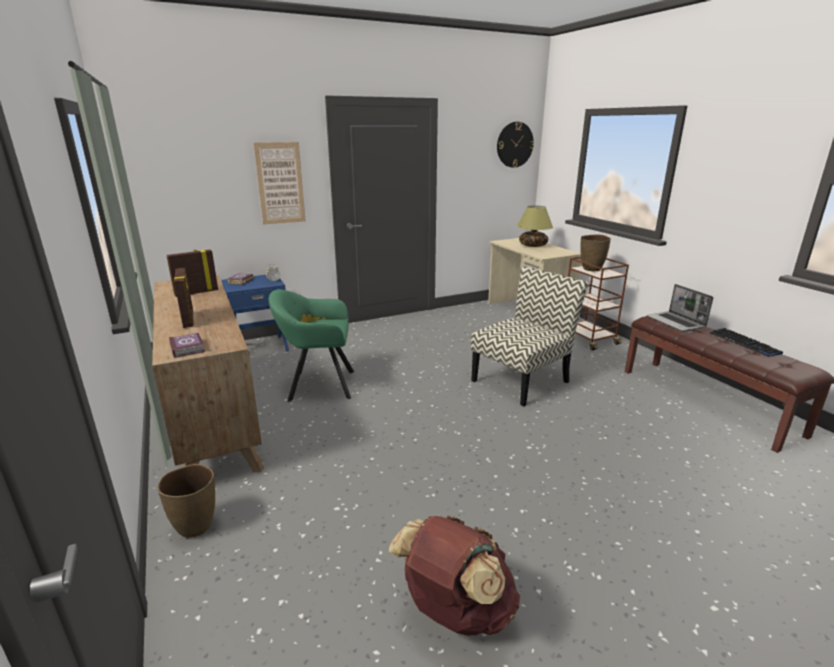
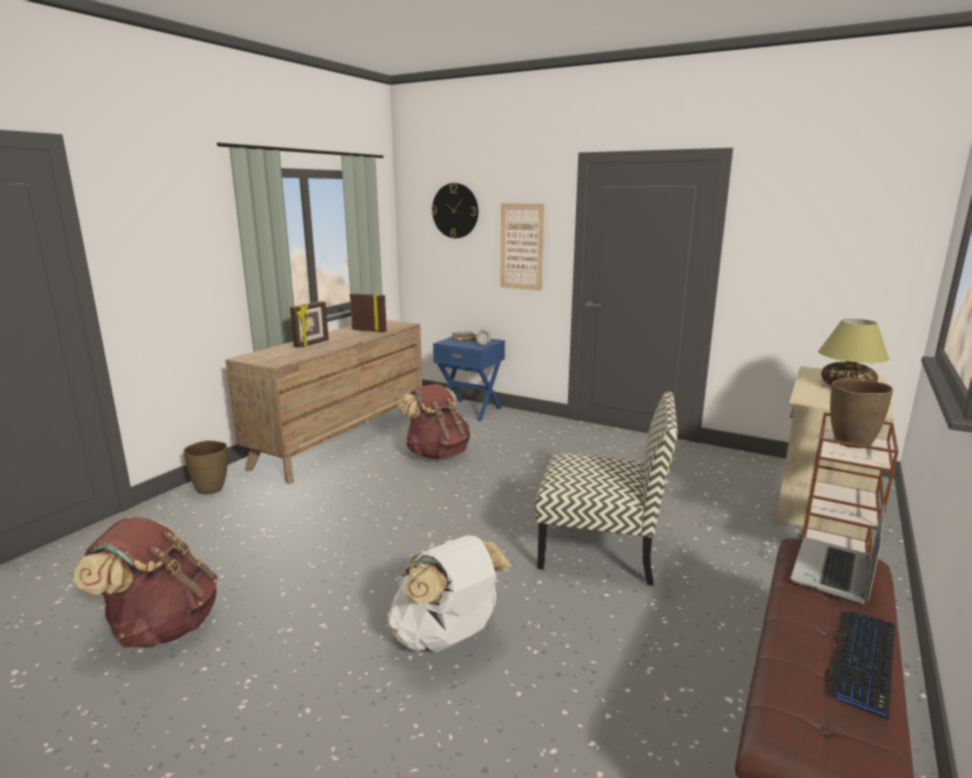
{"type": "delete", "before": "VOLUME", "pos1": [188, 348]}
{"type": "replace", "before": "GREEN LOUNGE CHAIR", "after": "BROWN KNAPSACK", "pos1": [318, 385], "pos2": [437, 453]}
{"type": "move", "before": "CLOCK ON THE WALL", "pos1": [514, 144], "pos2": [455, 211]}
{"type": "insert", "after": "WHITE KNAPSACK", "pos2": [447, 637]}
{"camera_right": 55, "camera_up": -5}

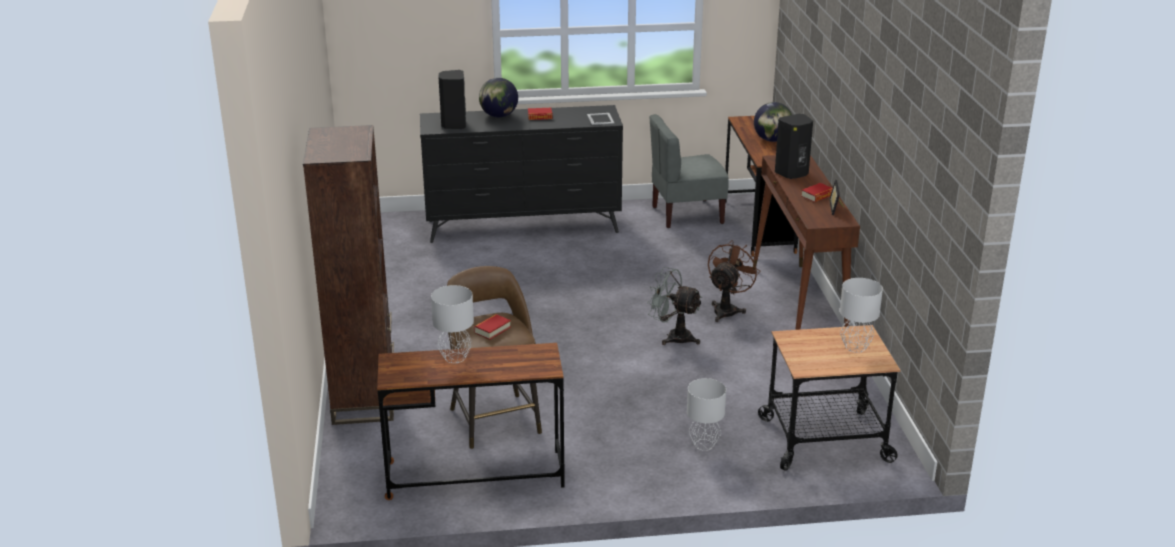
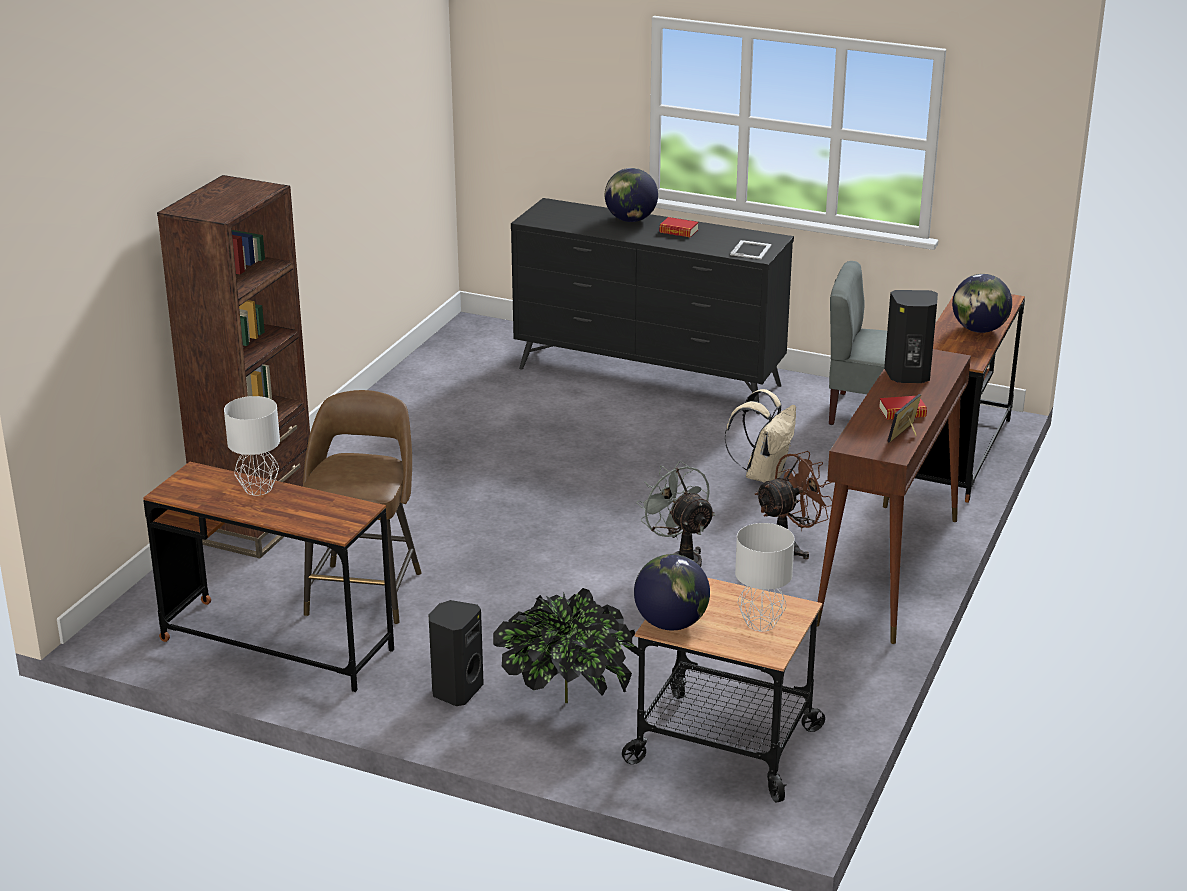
{"type": "move", "before": "BLACK-COLOURED SPEAKER", "pos1": [453, 125], "pos2": [456, 691]}
{"type": "delete", "before": "VOLUME", "pos1": [492, 330]}
{"type": "replace", "before": "GREYISH TABLETOP LAMP", "after": "PLANT IN A POT", "pos1": [704, 445], "pos2": [568, 700]}
{"type": "insert", "after": "DESK GLOBE", "pos2": [671, 623]}
{"type": "insert", "after": "SAND-COLOURED KNAPSACK", "pos2": [763, 475]}
{"camera_right": 30, "camera_up": 0}

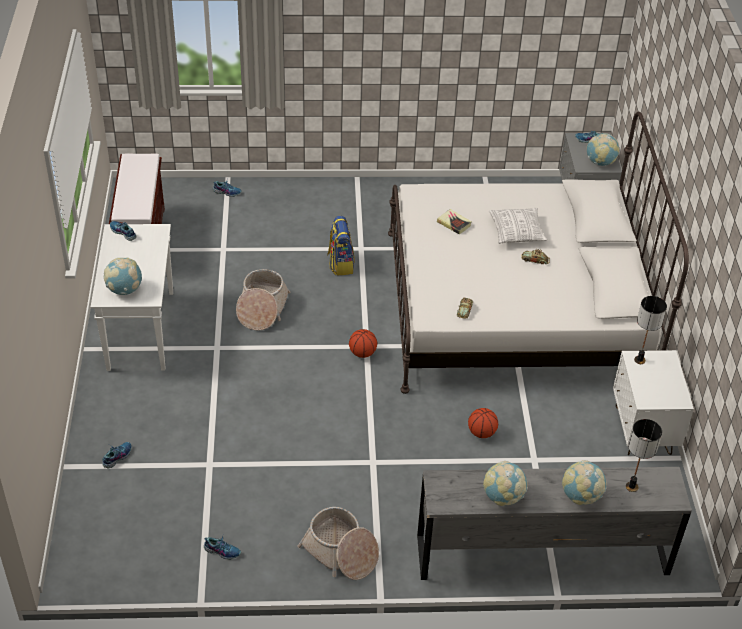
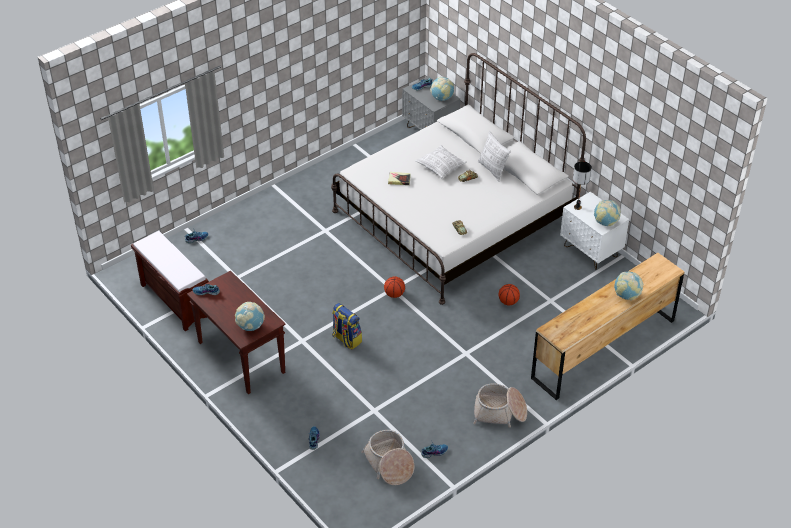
{"type": "recolor", "before": "WHITE NARROW TABLE", "after": "BROWN NARROW TABLE", "pos1": [140, 330], "pos2": [240, 357]}
{"type": "move", "before": "STORAGE BASKET", "pos1": [261, 309], "pos2": [389, 464]}
{"type": "move", "before": "KNAPSACK", "pos1": [340, 264], "pos2": [346, 339]}
{"type": "recolor", "before": "GREYISH DRAWER CHEST", "after": "BROWN DRAWER CHEST", "pos1": [542, 554], "pos2": [603, 349]}
{"type": "move", "before": "DESK GLOBE", "pos1": [503, 497], "pos2": [605, 222]}
{"type": "delete", "before": "TABLETOP LAMP", "pos1": [631, 486]}
{"type": "insert", "after": "CUSHION", "pos2": [492, 170]}
{"camera_right": -35, "camera_up": 0}

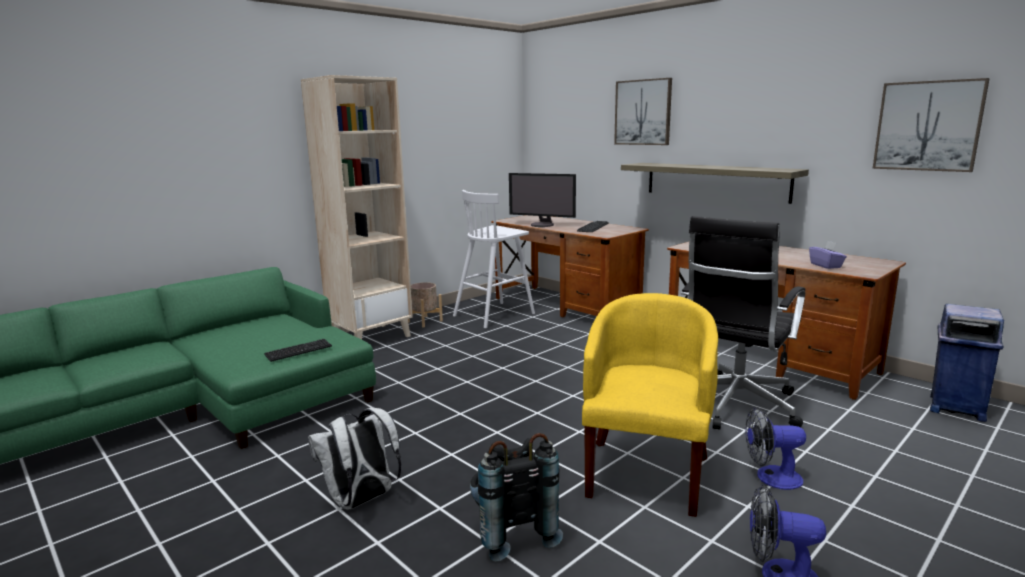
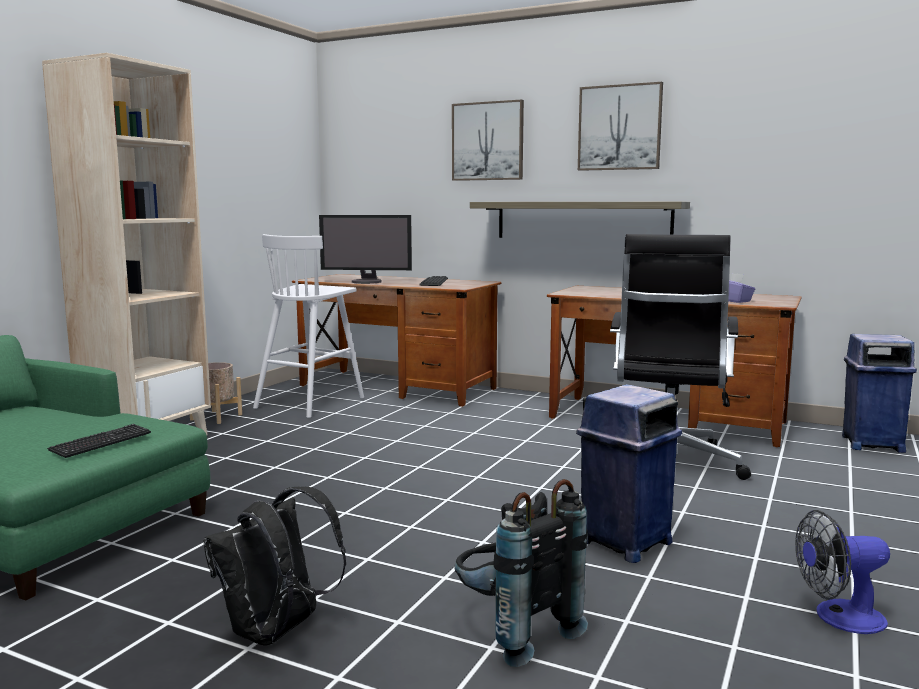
{"type": "recolor", "before": "WHITE KNAPSACK", "after": "BLACK-COLOURED KNAPSACK", "pos1": [361, 501], "pos2": [276, 633]}
{"type": "replace", "before": "YELLOWISH LOUNGE CHAIR", "after": "BLUISH WASTE BIN", "pos1": [646, 472], "pos2": [624, 542]}
{"type": "delete", "before": "FAN", "pos1": [771, 477]}
{"type": "move", "before": "WALL ART", "pos1": [928, 126], "pos2": [619, 127]}
{"camera_right": -20, "camera_up": -5}

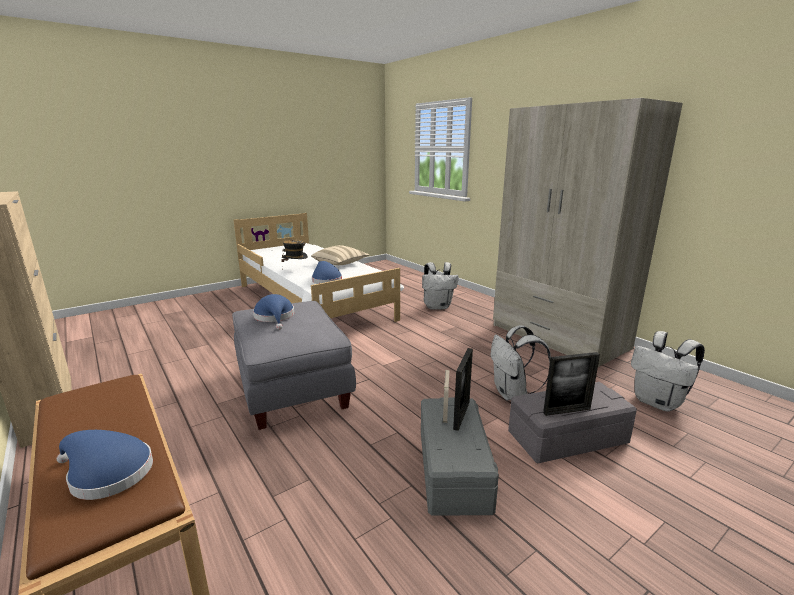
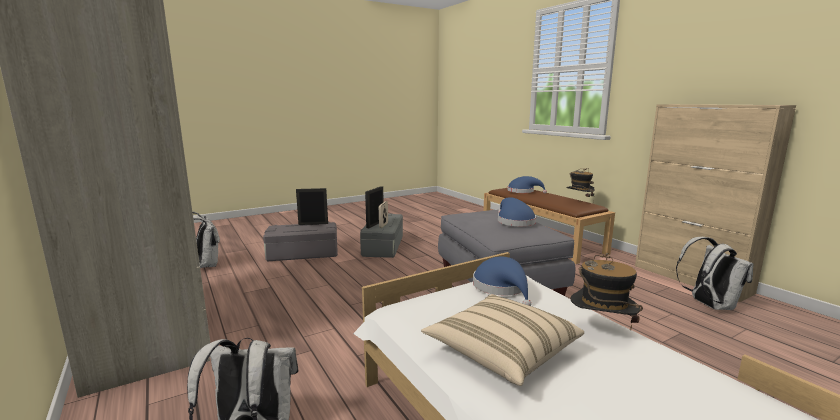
{"type": "move", "before": "WHITE KNAPSACK", "pos1": [512, 394], "pos2": [708, 305]}
{"type": "insert", "after": "CLOTHING HAT", "pos2": [579, 202]}
{"camera_right": -175, "camera_up": -5}

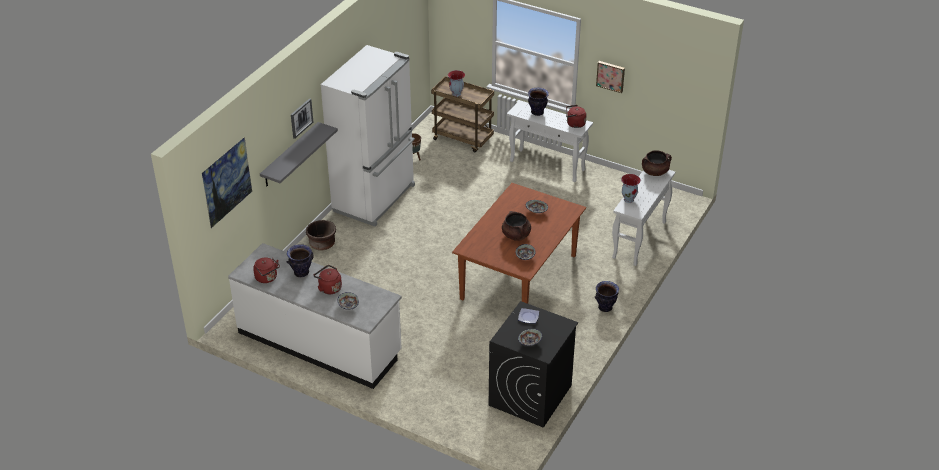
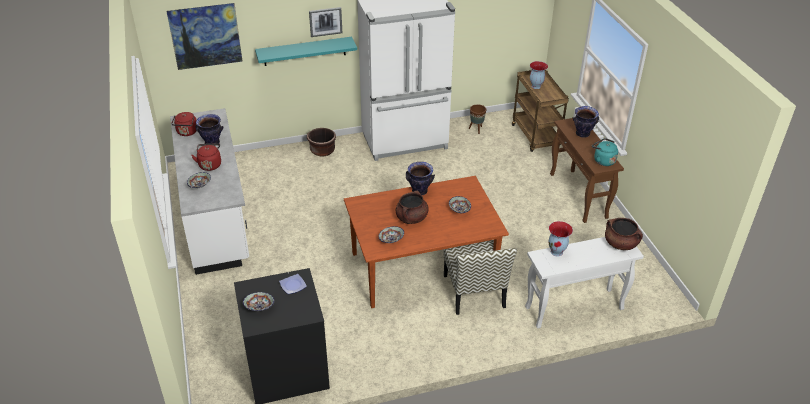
{"type": "recolor", "before": "GREYISH SHELF", "after": "BLUE-GREEN SHELF", "pos1": [290, 155], "pos2": [304, 51]}
{"type": "recolor", "before": "WHITE NARROW TABLE", "after": "BROWN NARROW TABLE", "pos1": [548, 165], "pos2": [578, 196]}
{"type": "recolor", "before": "REDDISH TEA KETTLE", "after": "BLUE-GREEN TEA KETTLE", "pos1": [574, 124], "pos2": [603, 160]}
{"type": "move", "before": "VASE", "pos1": [605, 308], "pos2": [419, 191]}
{"type": "delete", "before": "WALL ART", "pos1": [611, 76]}
{"type": "insert", "after": "CHAIR", "pos2": [474, 292]}
{"camera_right": 45, "camera_up": 0}

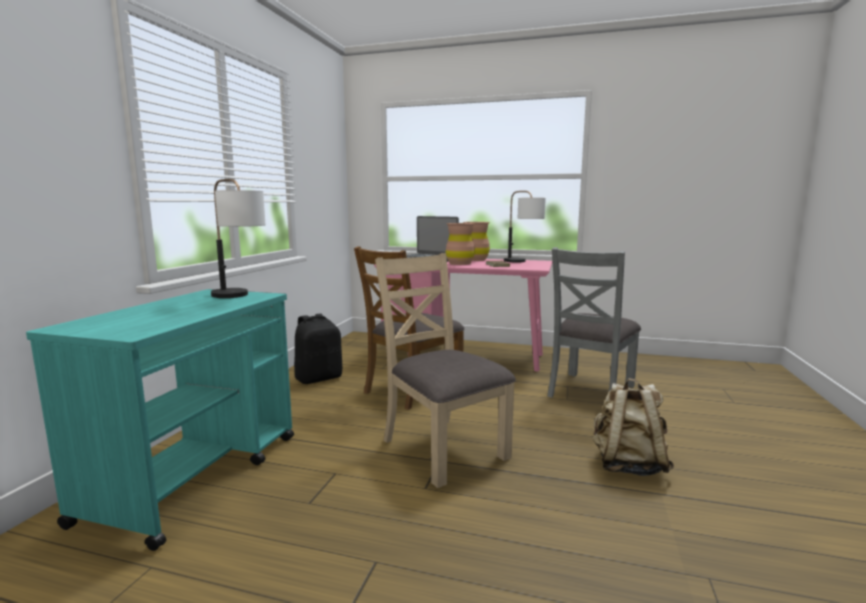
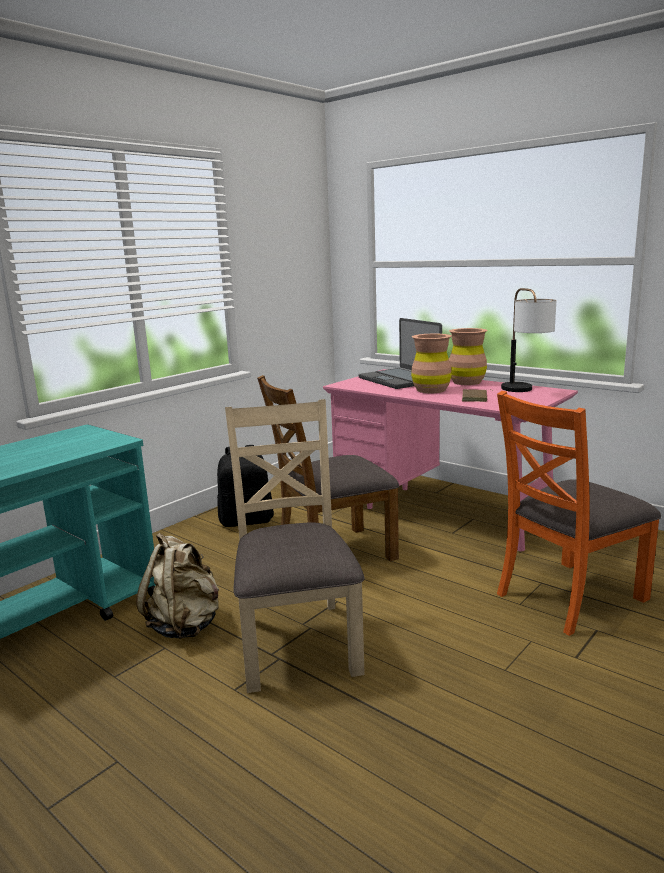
{"type": "delete", "before": "TABLETOP LAMP", "pos1": [240, 297]}
{"type": "recolor", "before": "GREYISH CHAIR", "after": "ORANGEY CHAIR", "pos1": [590, 390], "pos2": [569, 596]}
{"type": "move", "before": "SAND-COLOURED KNAPSACK", "pos1": [627, 465], "pos2": [185, 625]}
{"camera_right": 25, "camera_up": 5}

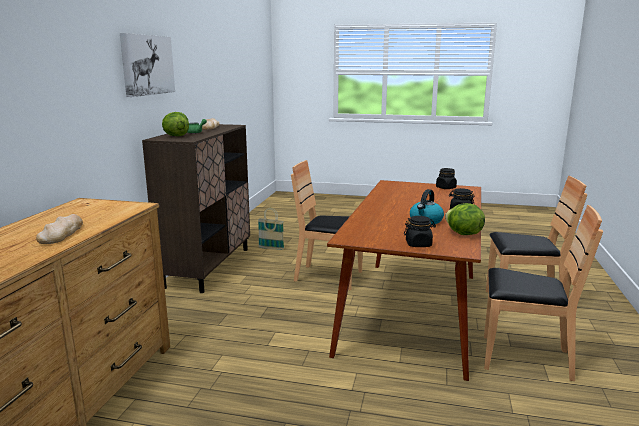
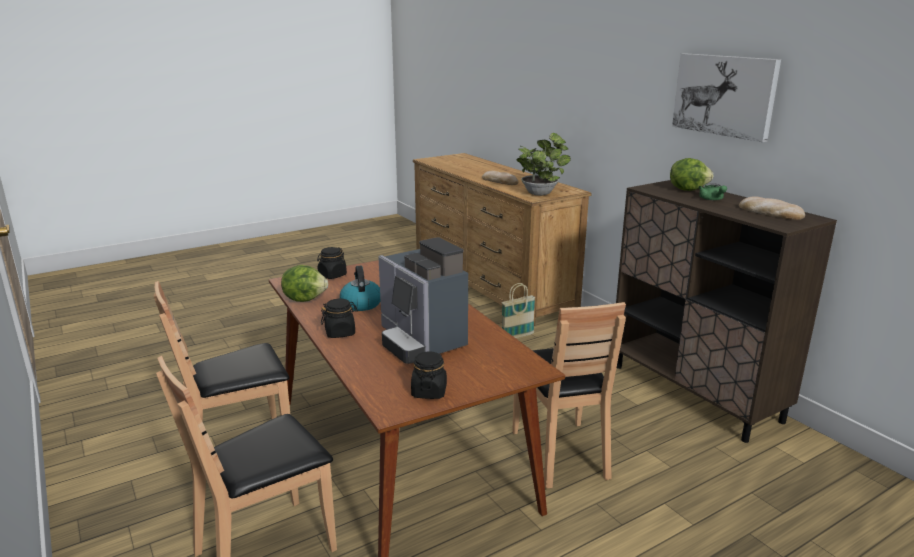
{"type": "move", "before": "STORAGE BASKET", "pos1": [271, 248], "pos2": [517, 336]}
{"type": "rotate", "before": "BROWN CHAIR", "pos1": [329, 277], "pos2": [560, 453], "turn": 105}
{"type": "insert", "after": "COFFEE MAKER", "pos2": [420, 341]}
{"type": "insert", "after": "PLANT IN A POT", "pos2": [541, 193]}
{"camera_right": 135, "camera_up": 5}

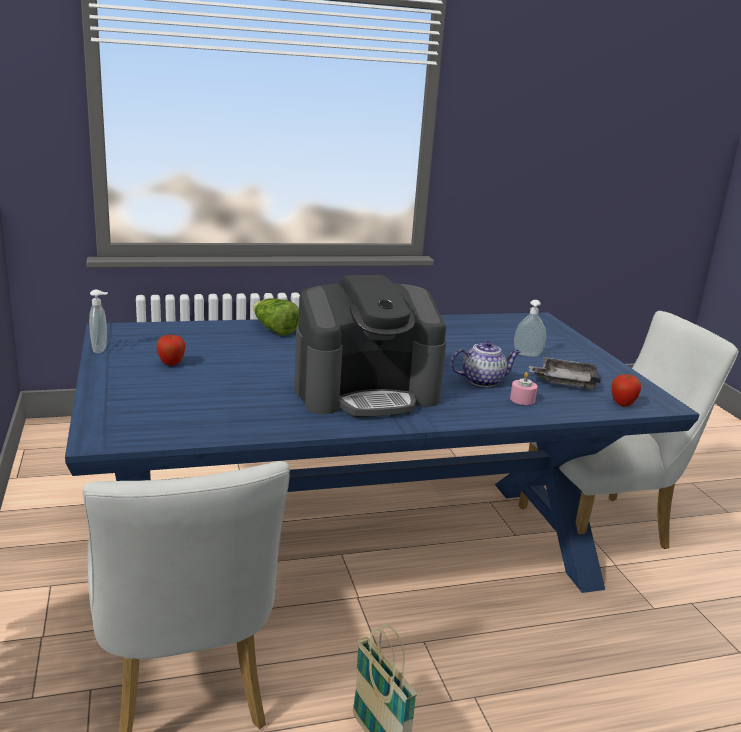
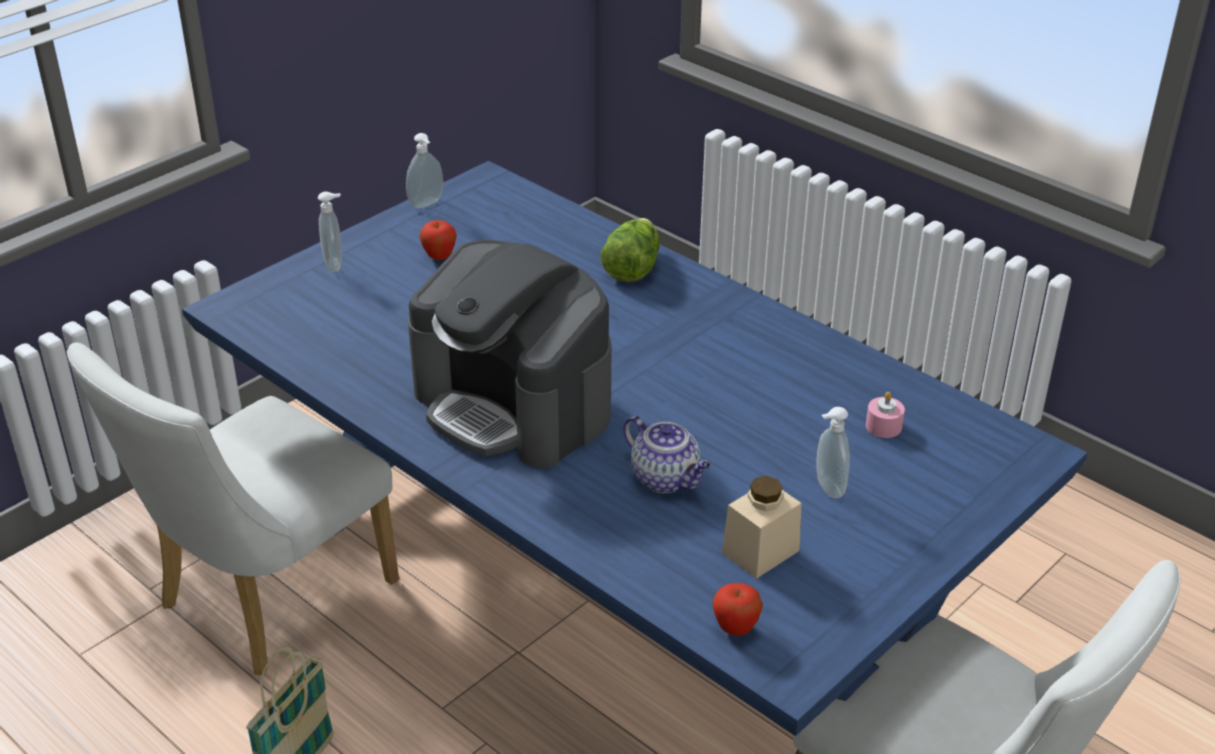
{"type": "move", "before": "PINK-COLOURED CANDLE", "pos1": [522, 399], "pos2": [883, 426]}
{"type": "replace", "before": "GREYISH TRAY", "after": "SAND-COLOURED JAR", "pos1": [564, 381], "pos2": [760, 551]}
{"type": "insert", "after": "LIQUID SOAP BOTTLE", "pos2": [335, 264]}
{"camera_right": 60, "camera_up": 15}

